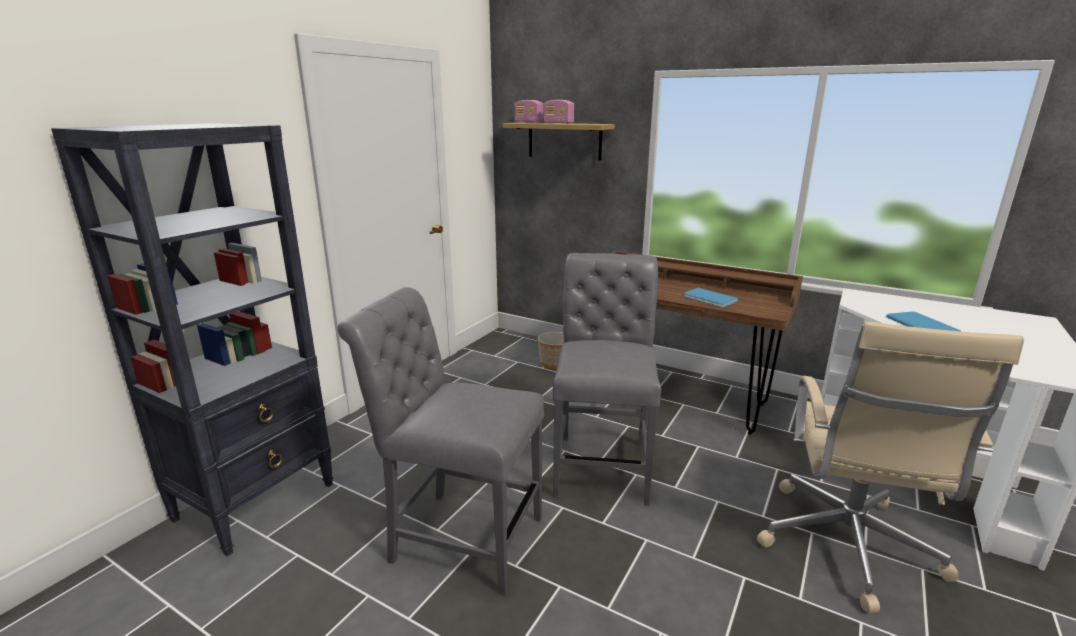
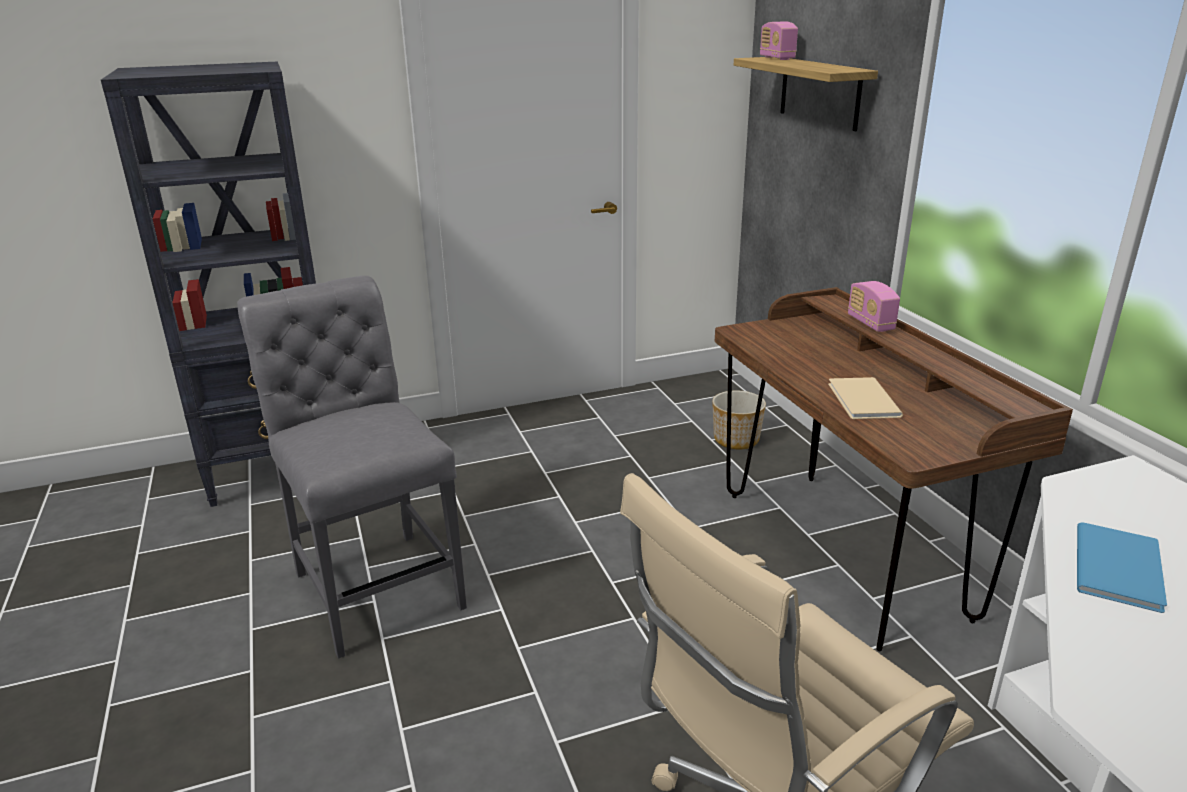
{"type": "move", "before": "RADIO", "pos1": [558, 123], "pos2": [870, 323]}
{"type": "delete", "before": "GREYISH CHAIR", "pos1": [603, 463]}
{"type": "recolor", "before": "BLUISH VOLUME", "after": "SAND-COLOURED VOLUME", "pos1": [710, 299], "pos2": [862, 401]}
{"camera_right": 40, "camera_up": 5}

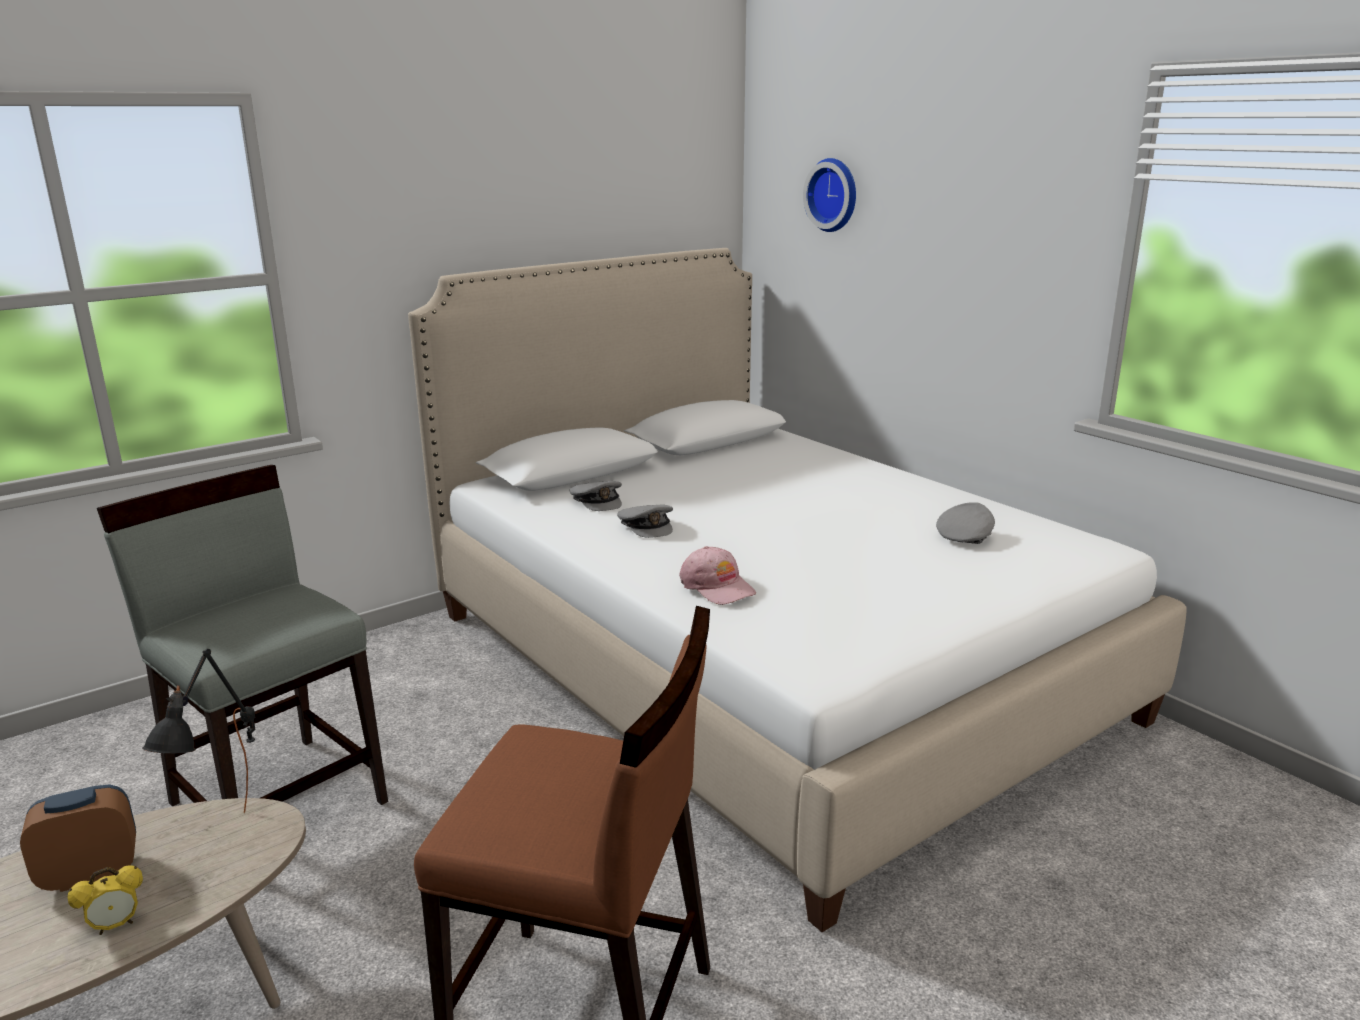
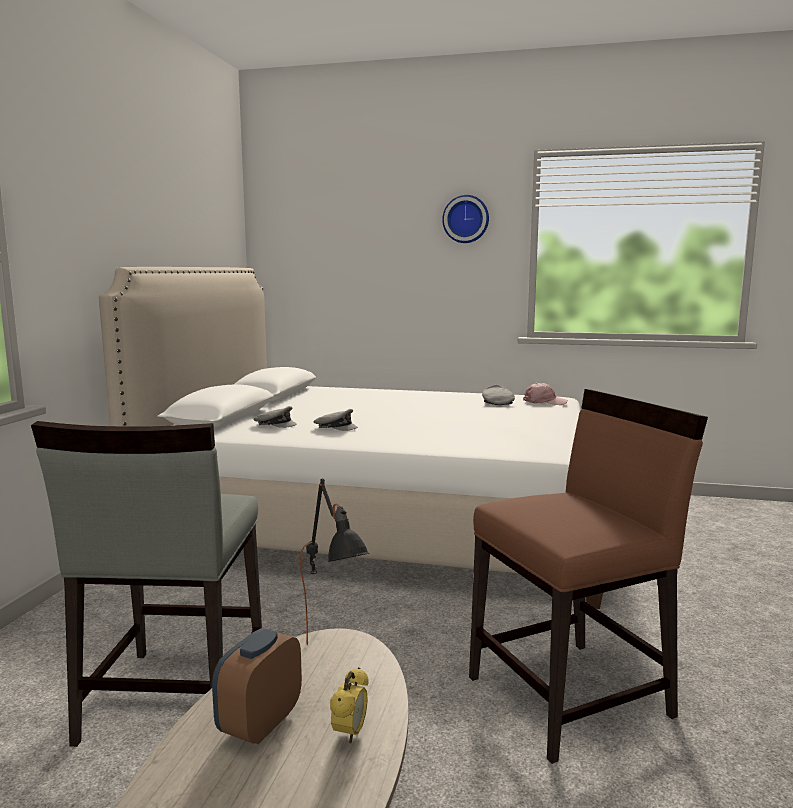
{"type": "rotate", "before": "GREYISH CHAIR", "pos1": [279, 800], "pos2": [173, 699], "turn": -90}
{"type": "move", "before": "PINK-COLOURED BASEBALL CAP", "pos1": [717, 587], "pos2": [544, 402]}
{"type": "move", "before": "CLOCK ON THE WALL", "pos1": [834, 195], "pos2": [466, 219]}
{"camera_right": -40, "camera_up": -10}

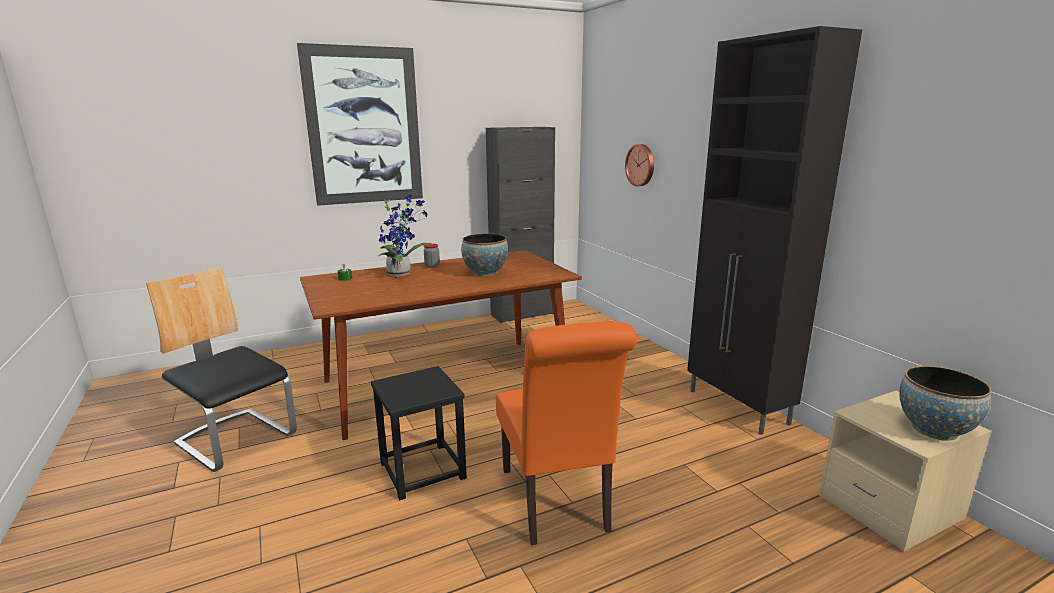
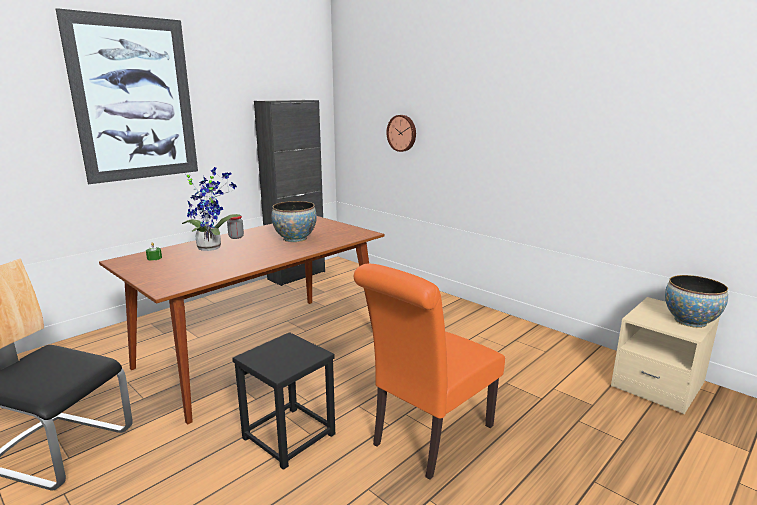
{"type": "rotate", "before": "ORANGEY CHAIR", "pos1": [557, 504], "pos2": [428, 438], "turn": 75}
{"type": "delete", "before": "BLACK-COLOURED CABINET", "pos1": [738, 407]}
{"camera_right": -20, "camera_up": 0}

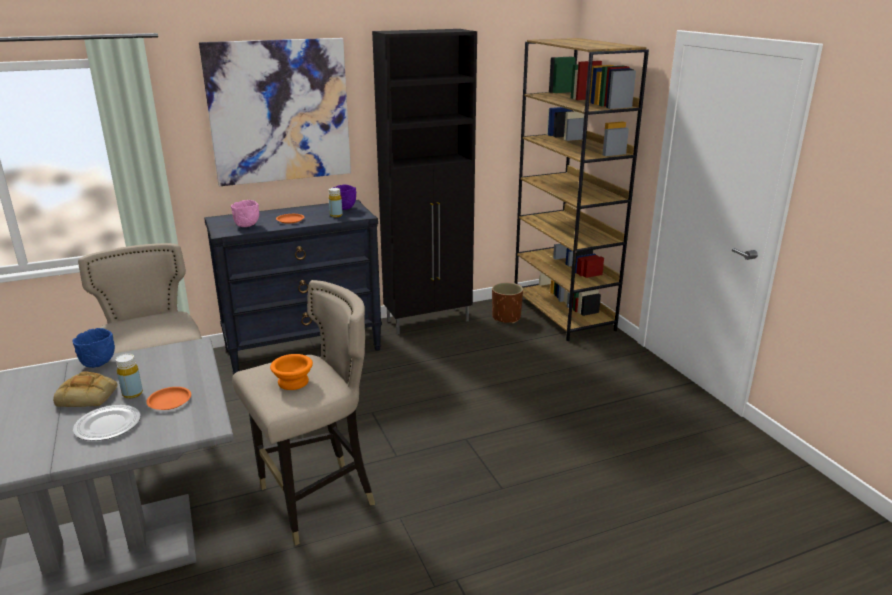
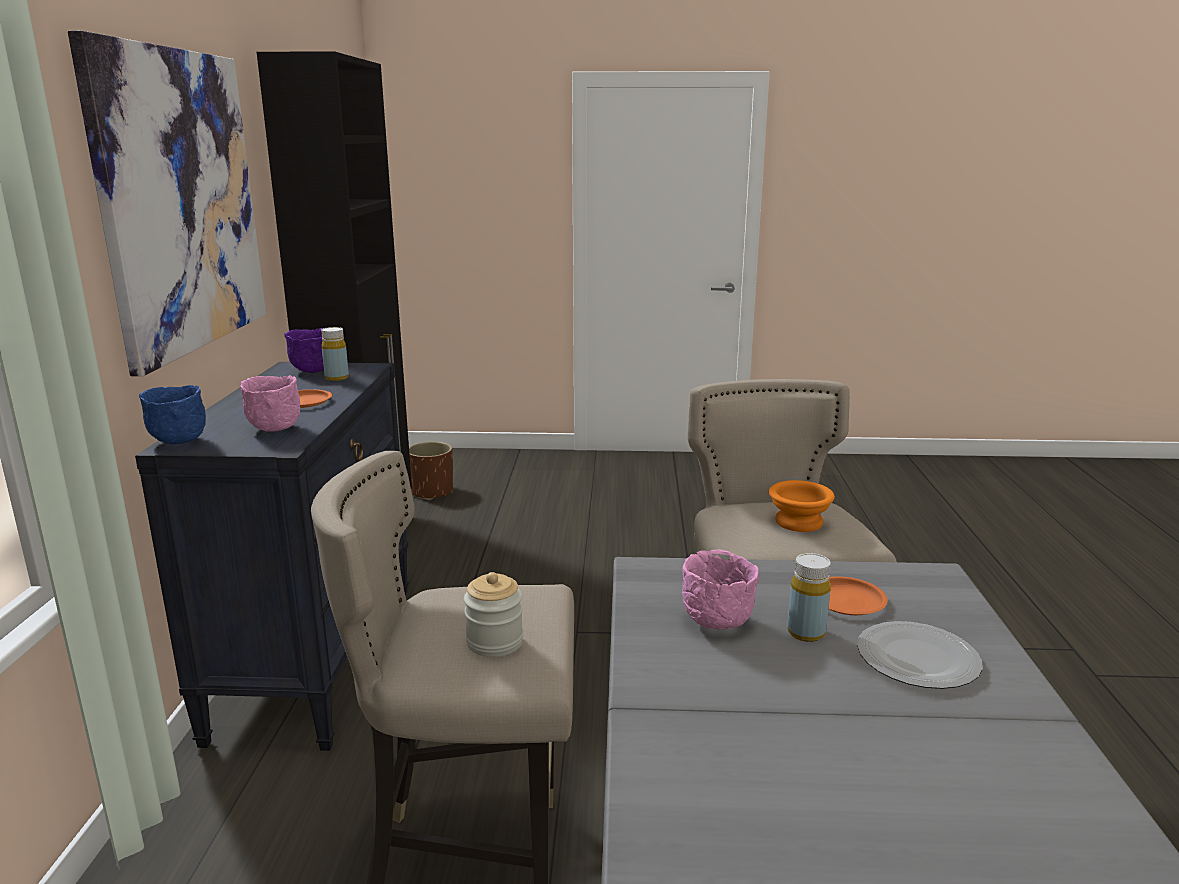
{"type": "delete", "before": "BAKERY BREAD", "pos1": [88, 396]}
{"type": "move", "before": "BLUISH SERVING BOWL", "pos1": [99, 363], "pos2": [179, 441]}
{"type": "delete", "before": "BROWN SHELVING UNIT", "pos1": [563, 313]}
{"type": "insert", "after": "JAR", "pos2": [494, 642]}
{"type": "insert", "after": "PINK-COLOURED SERVING BOWL", "pos2": [715, 623]}
{"camera_right": -65, "camera_up": -5}

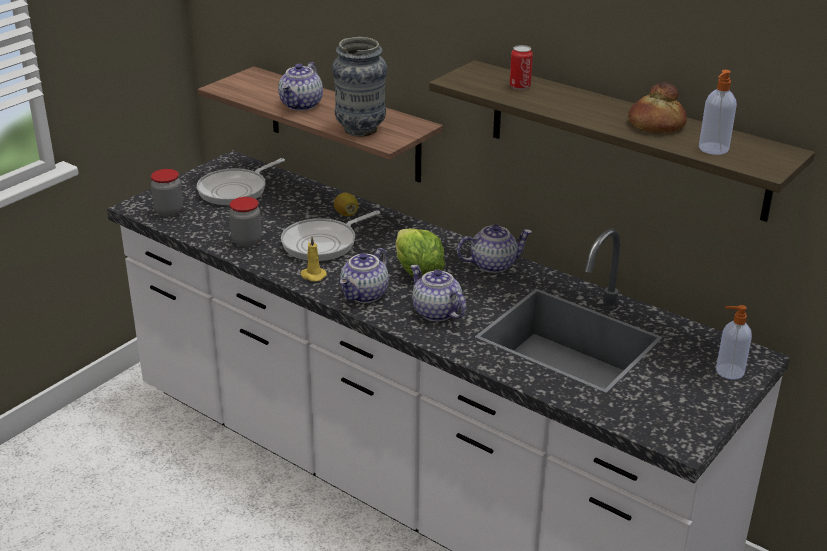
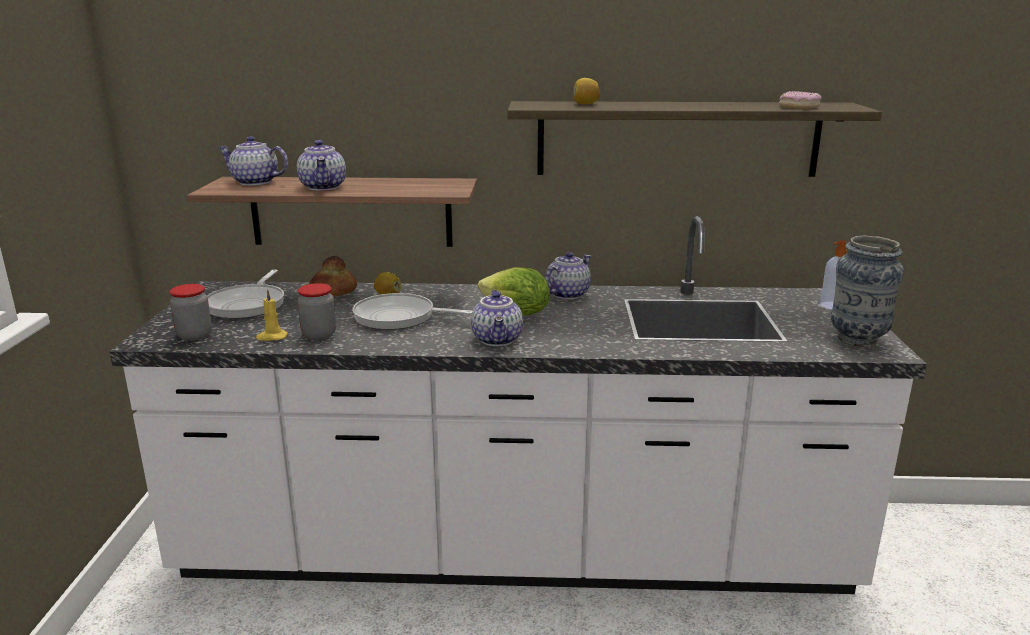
{"type": "rotate", "before": "SKILLET", "pos1": [323, 243], "pos2": [399, 318], "turn": 90}
{"type": "move", "before": "YELLOWISH CANDLE", "pos1": [312, 275], "pos2": [271, 337]}
{"type": "move", "before": "VASE", "pos1": [360, 130], "pos2": [857, 339]}
{"type": "move", "before": "POT FOR TEA", "pos1": [435, 312], "pos2": [254, 182]}
{"type": "replace", "before": "SEALED CAN", "after": "CITRUS FRUIT", "pos1": [520, 86], "pos2": [585, 104]}
{"type": "move", "before": "BAKERY BREAD", "pos1": [656, 125], "pos2": [333, 291]}
{"type": "replace", "before": "LIQUID SOAP BOTTLE", "after": "DOUGHNUT", "pos1": [713, 149], "pos2": [799, 107]}
{"camera_right": -35, "camera_up": -10}

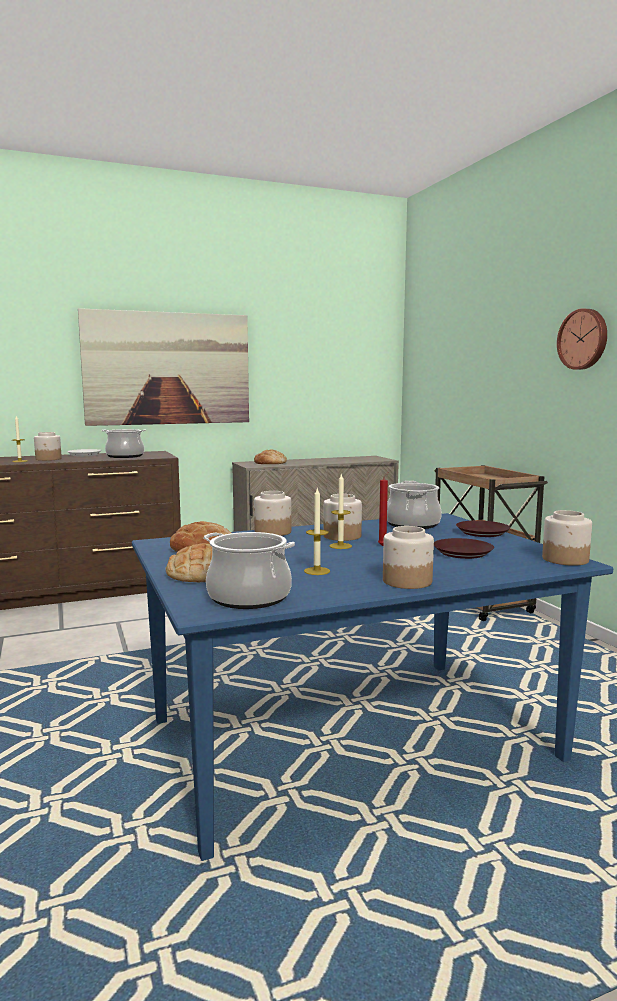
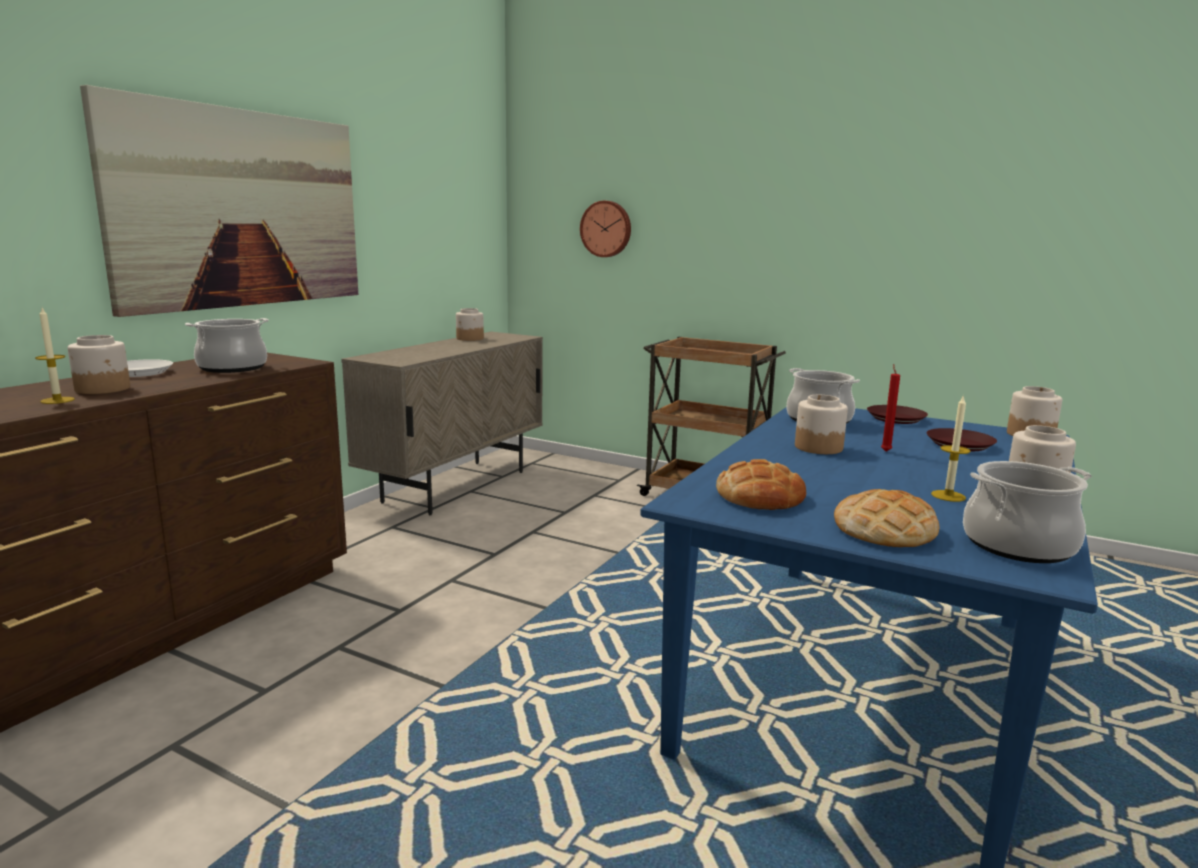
{"type": "delete", "before": "BAKERY BREAD", "pos1": [270, 463]}
{"type": "move", "before": "JAR", "pos1": [272, 532], "pos2": [470, 338]}
{"type": "delete", "before": "CANDLE", "pos1": [340, 546]}
{"type": "move", "before": "CLOCK ON THE WALL", "pos1": [583, 339], "pos2": [606, 229]}
{"camera_right": -40, "camera_up": 5}

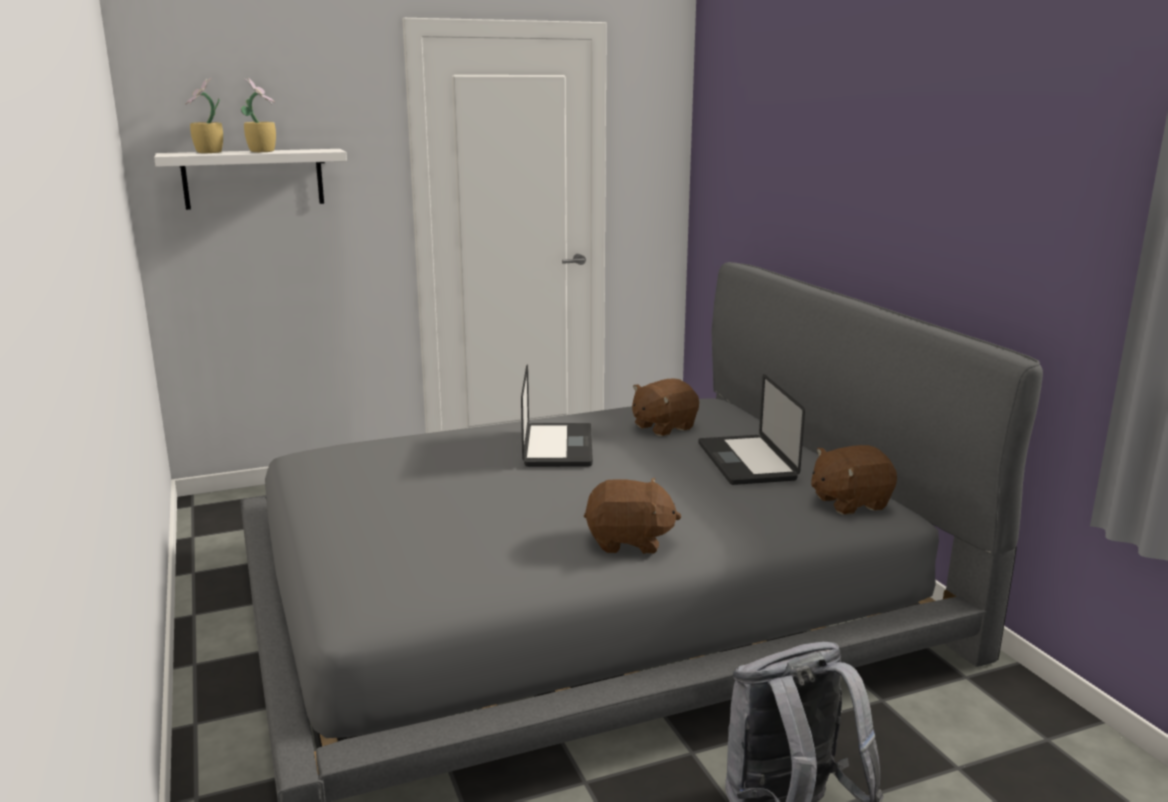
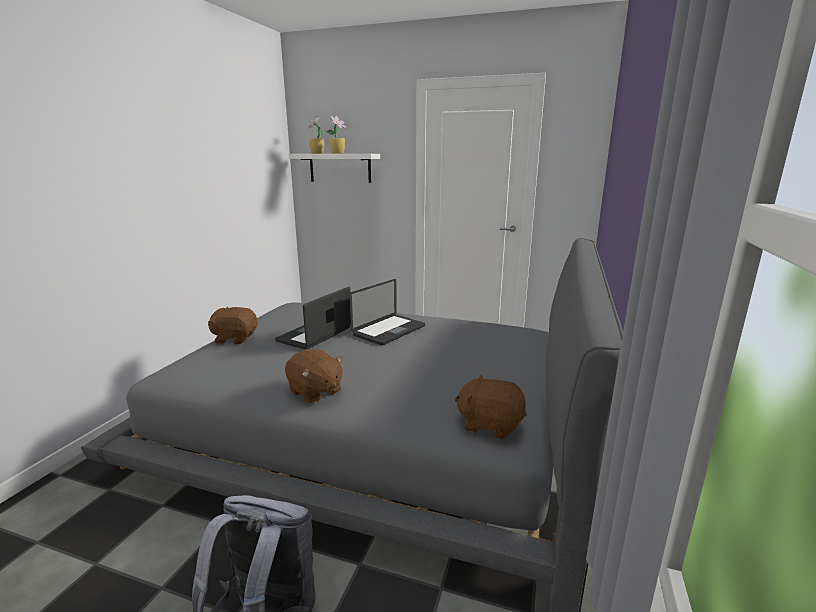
{"type": "move", "before": "BROWN SOFT TOY", "pos1": [663, 427], "pos2": [235, 338]}
{"type": "move", "before": "LAPTOP", "pos1": [746, 461], "pos2": [315, 334]}
{"camera_right": 40, "camera_up": 0}

